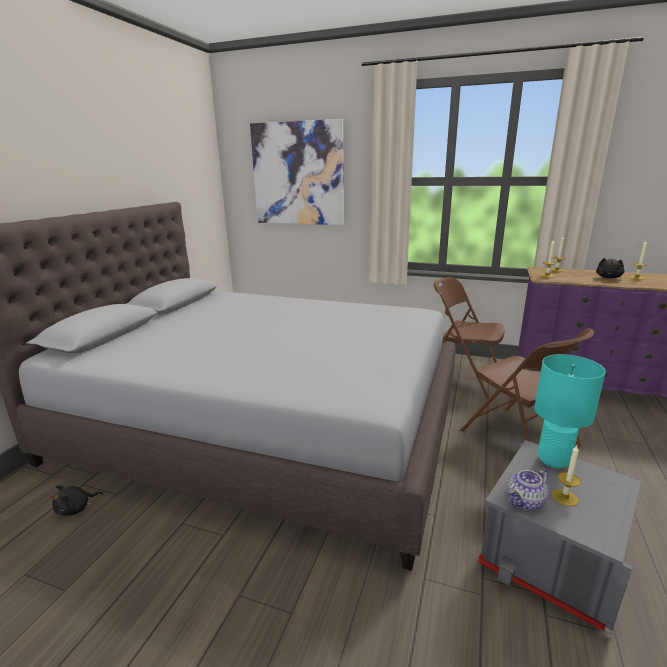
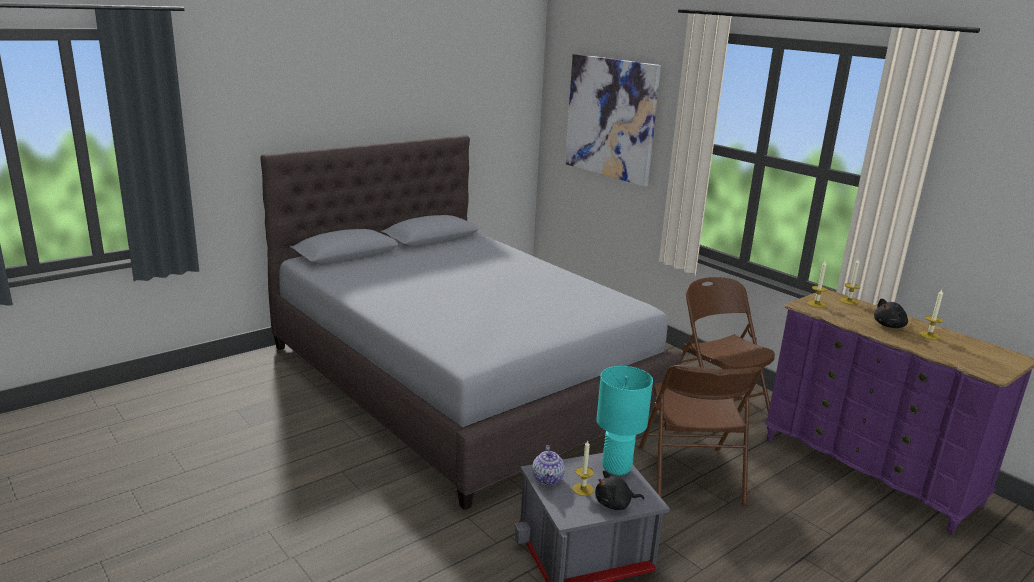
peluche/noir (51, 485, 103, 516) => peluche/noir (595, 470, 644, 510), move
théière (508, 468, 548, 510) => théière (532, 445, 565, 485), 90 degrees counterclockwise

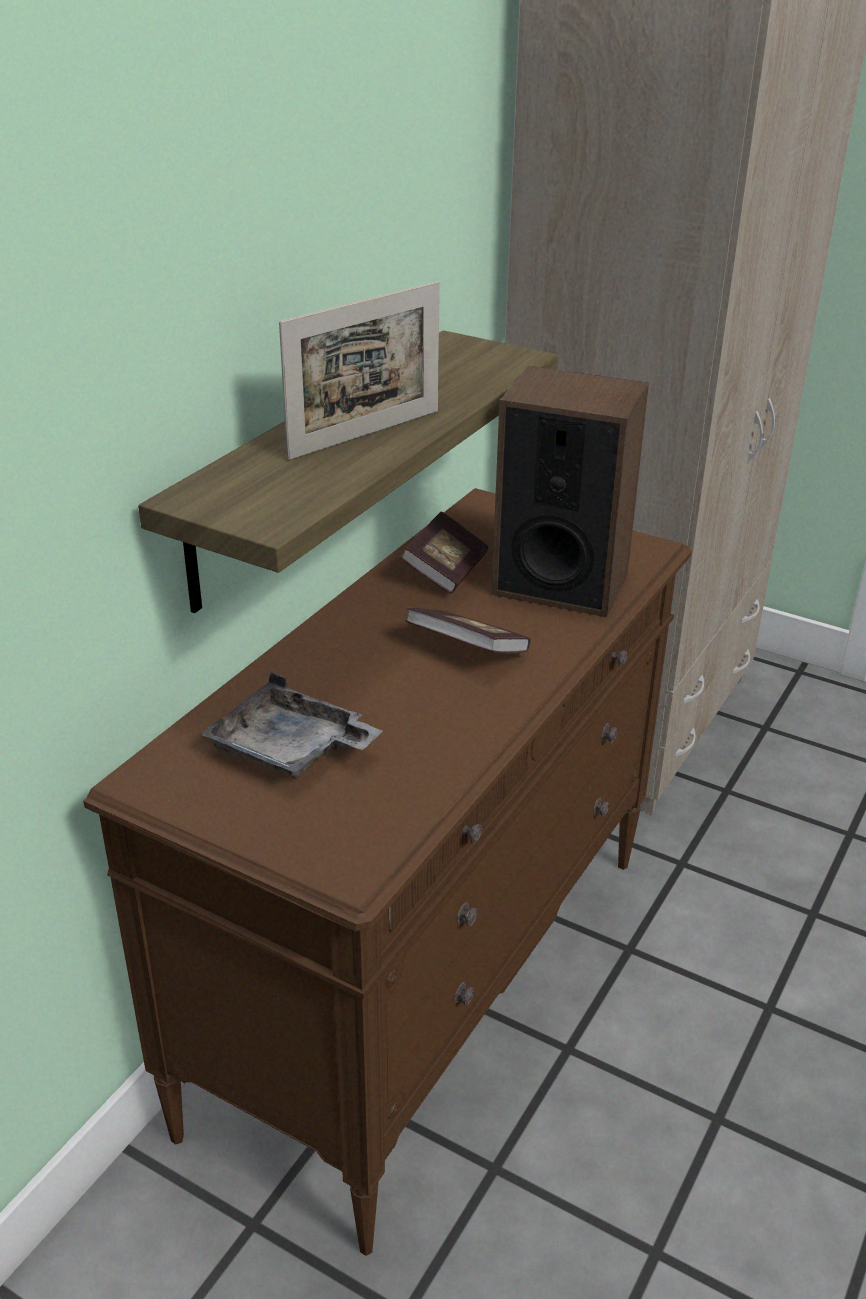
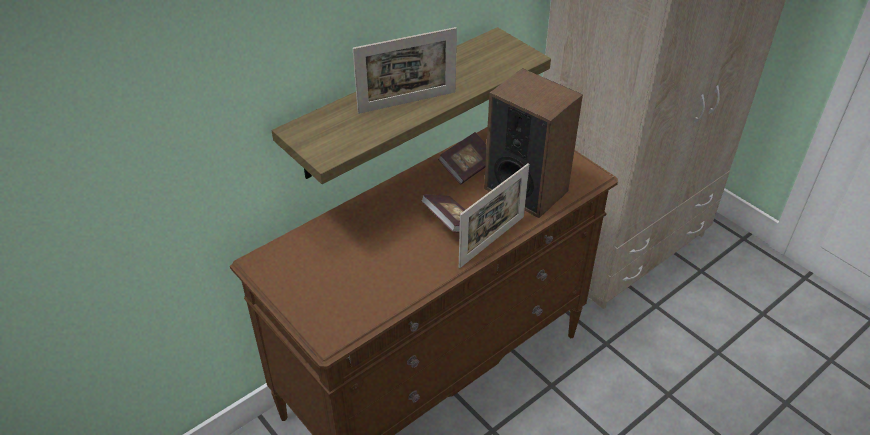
plateau/gris (200, 672, 382, 778) => nothing
nothing => cadre photo (459, 163, 529, 268)

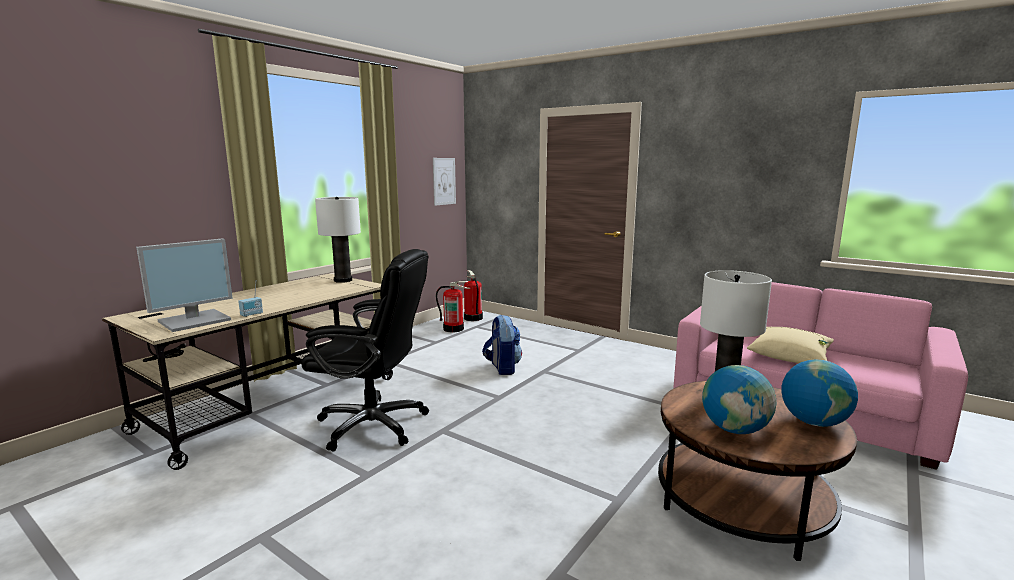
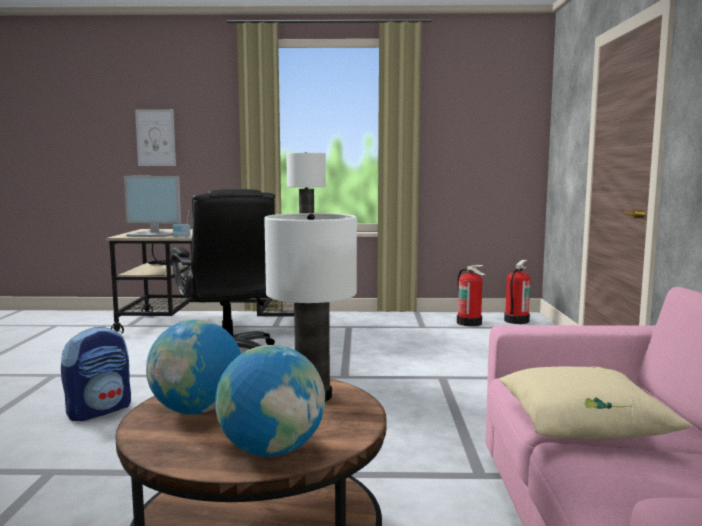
tableau (433, 158, 456, 206) => tableau (135, 109, 176, 166), move
sac à dos (482, 314, 522, 375) => sac à dos (61, 326, 131, 421), move

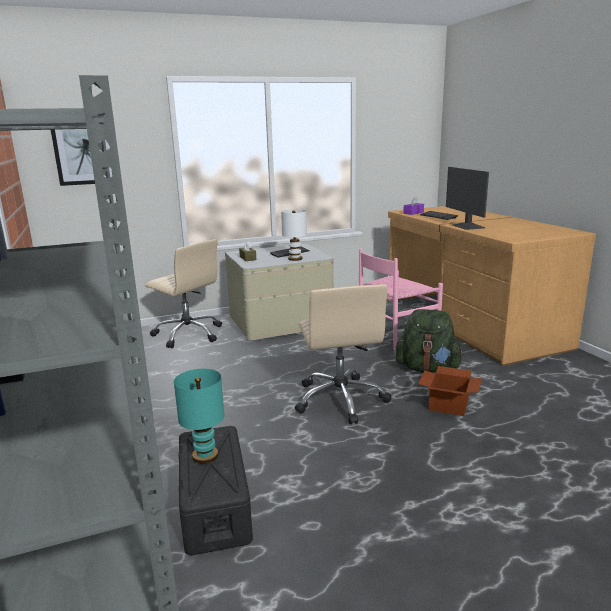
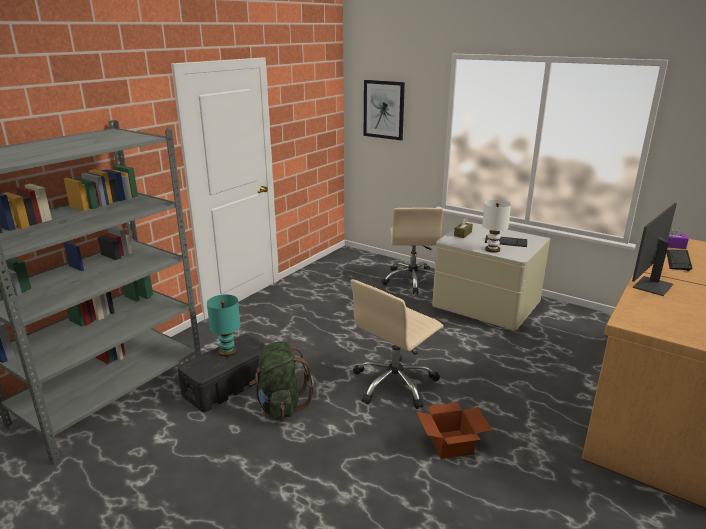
chaise/rose (359, 249, 443, 350) => nothing
sac à dos/vert (395, 309, 464, 373) => sac à dos/vert (249, 341, 314, 420), move

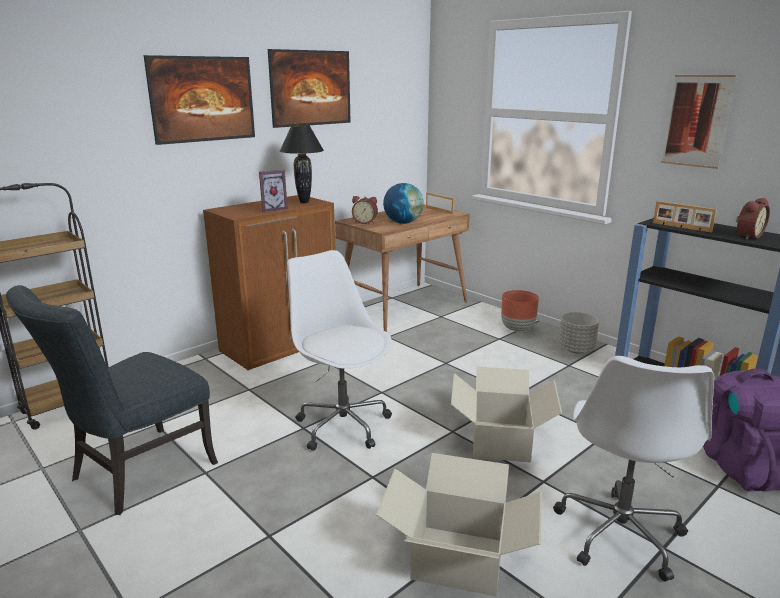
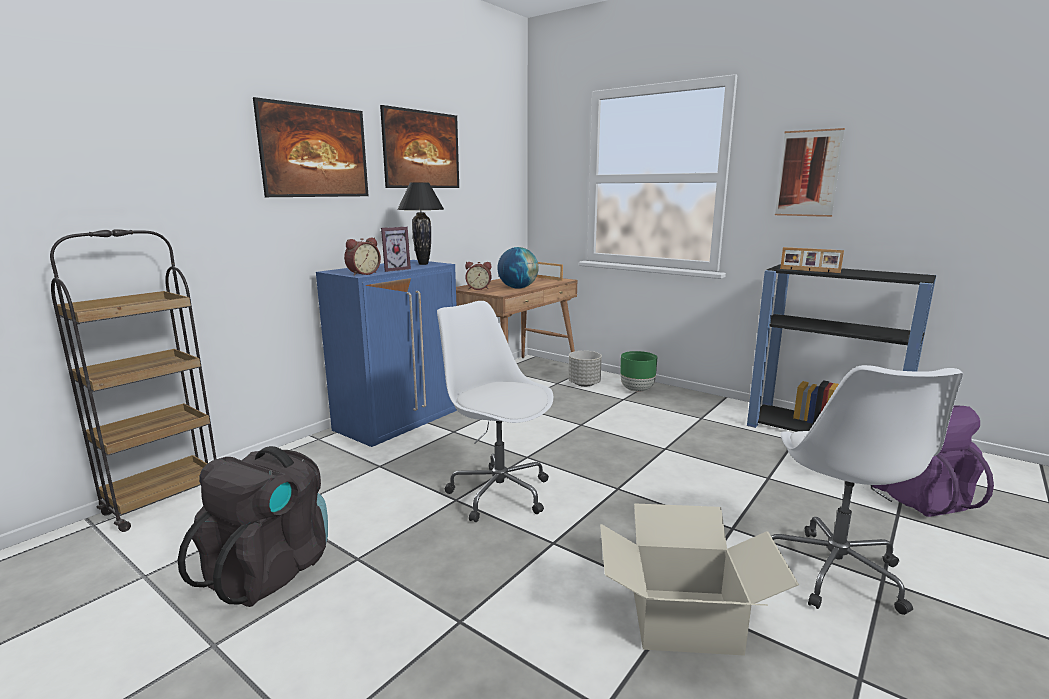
carton (451, 367, 562, 463) => nothing
cache-pot/gris (558, 312, 599, 354) => cache-pot/gris (568, 351, 602, 387), move
réveil (736, 198, 770, 239) => réveil (344, 237, 381, 276), move
chaise/gris (6, 285, 218, 515) => sac à dos/noir (178, 446, 328, 607)
meuble de rangement/marron (203, 195, 335, 370) => meuble de rangement/bleu (316, 260, 457, 447)
cache-pot/marron (501, 290, 539, 332) => cache-pot/vert (620, 351, 657, 392)

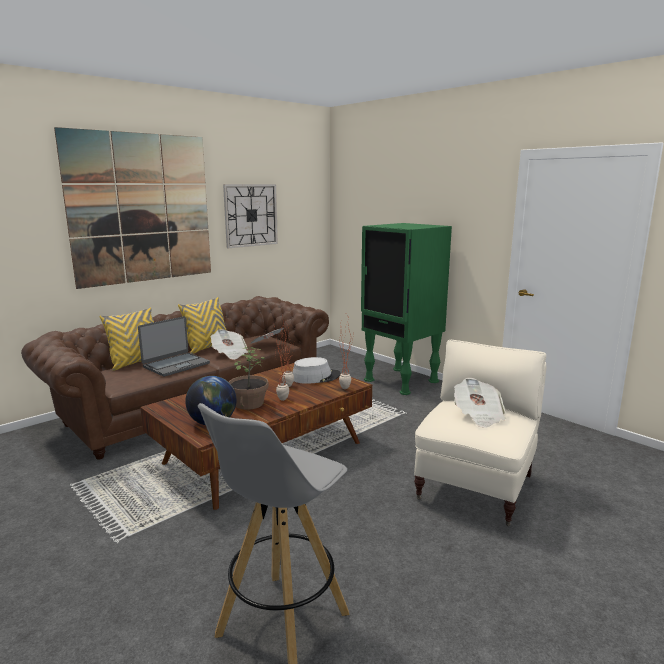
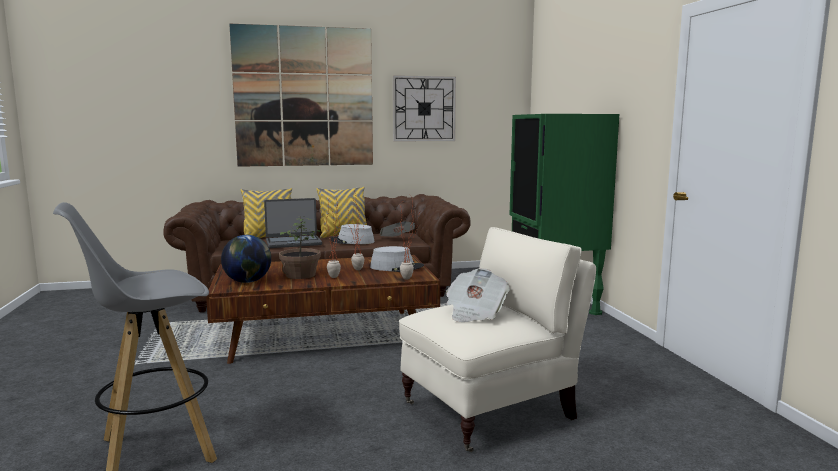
journal (211, 329, 248, 360) => chapeau/gris (330, 224, 375, 244)

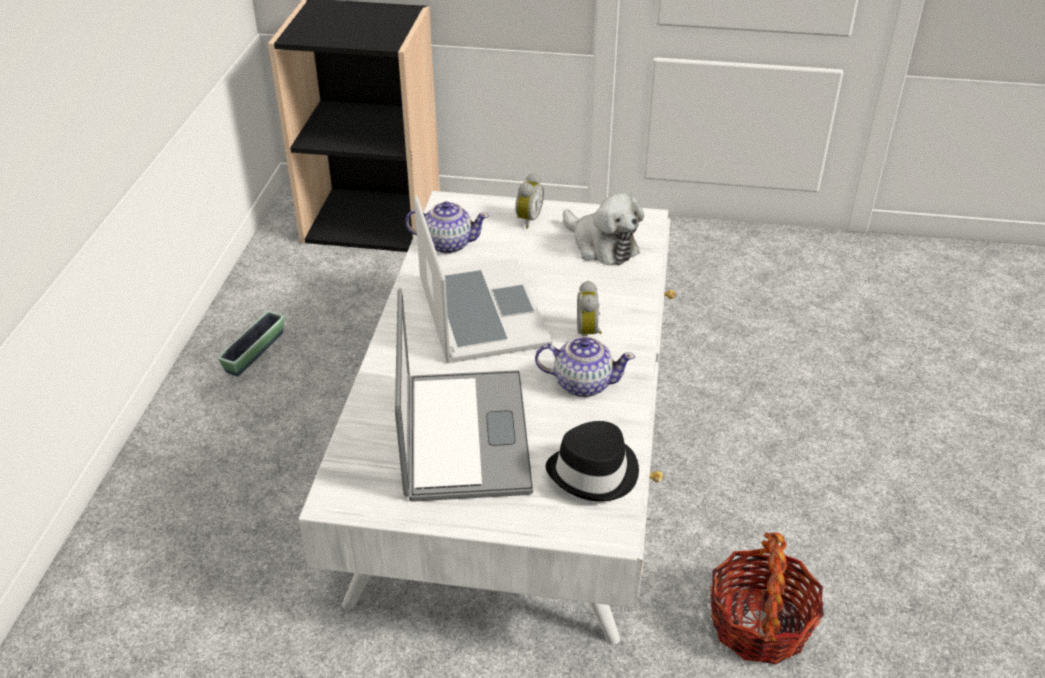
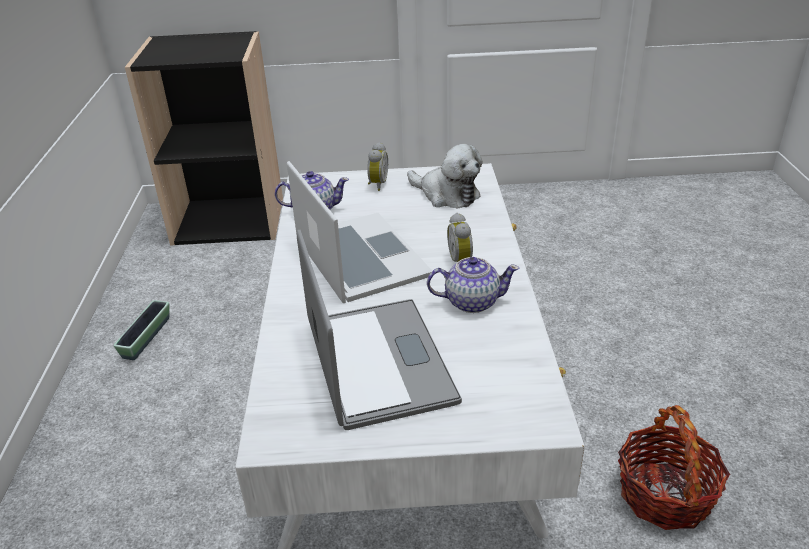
chapeau/noir (545, 421, 639, 502) => nothing

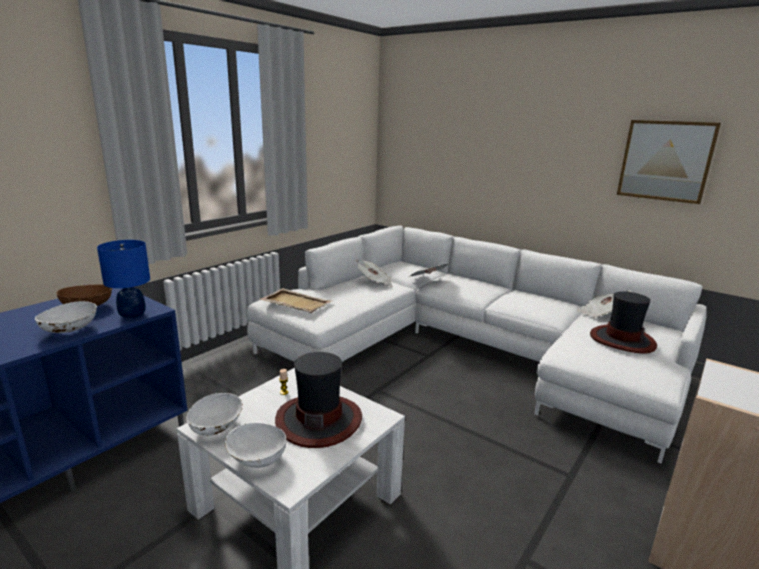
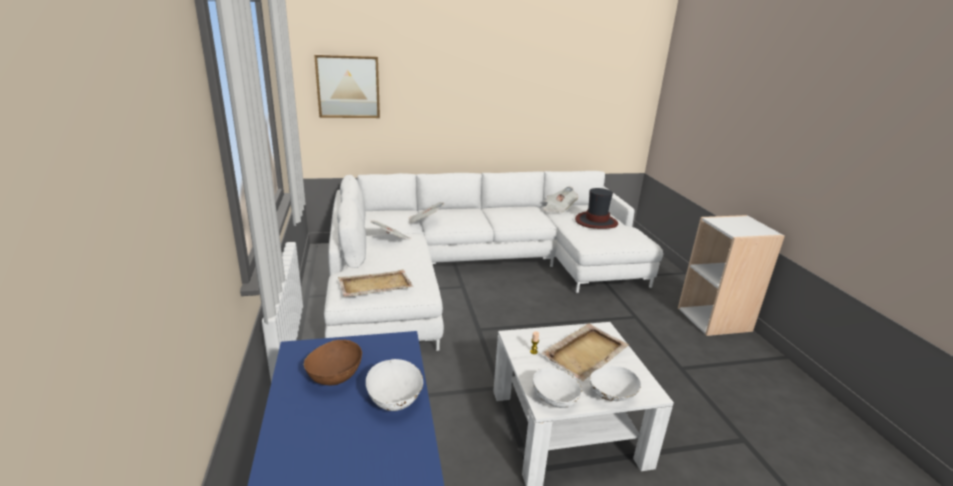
lampe de table/bleu (97, 240, 150, 319) => nothing
tableau (617, 120, 721, 204) => tableau (314, 54, 380, 118), move
chapeau (275, 352, 362, 448) => plateau/beige (541, 323, 629, 381)

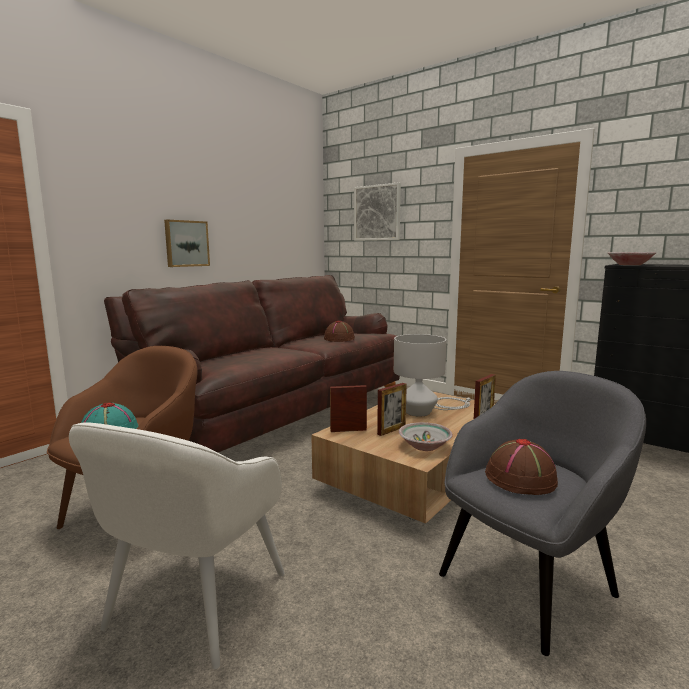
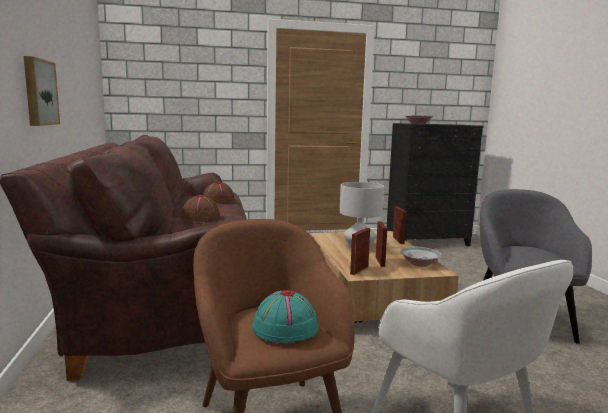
tableau (354, 182, 401, 241) => nothing
chapeau/marron (485, 439, 558, 495) => chapeau/marron (181, 195, 220, 222), move

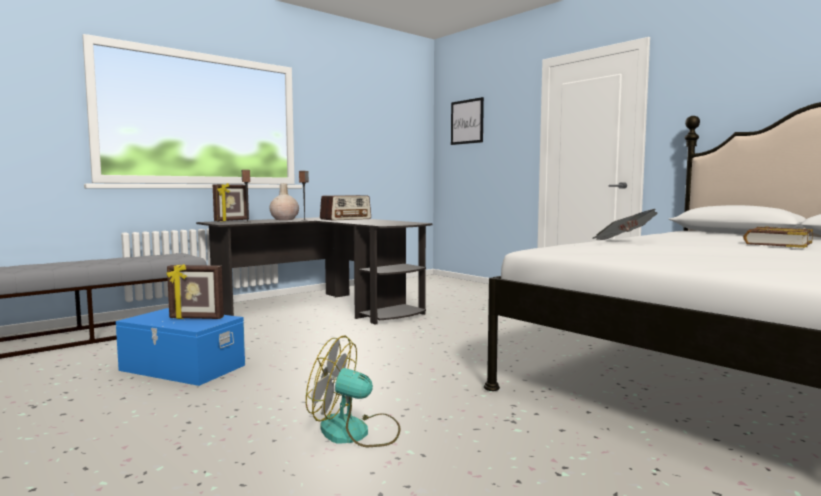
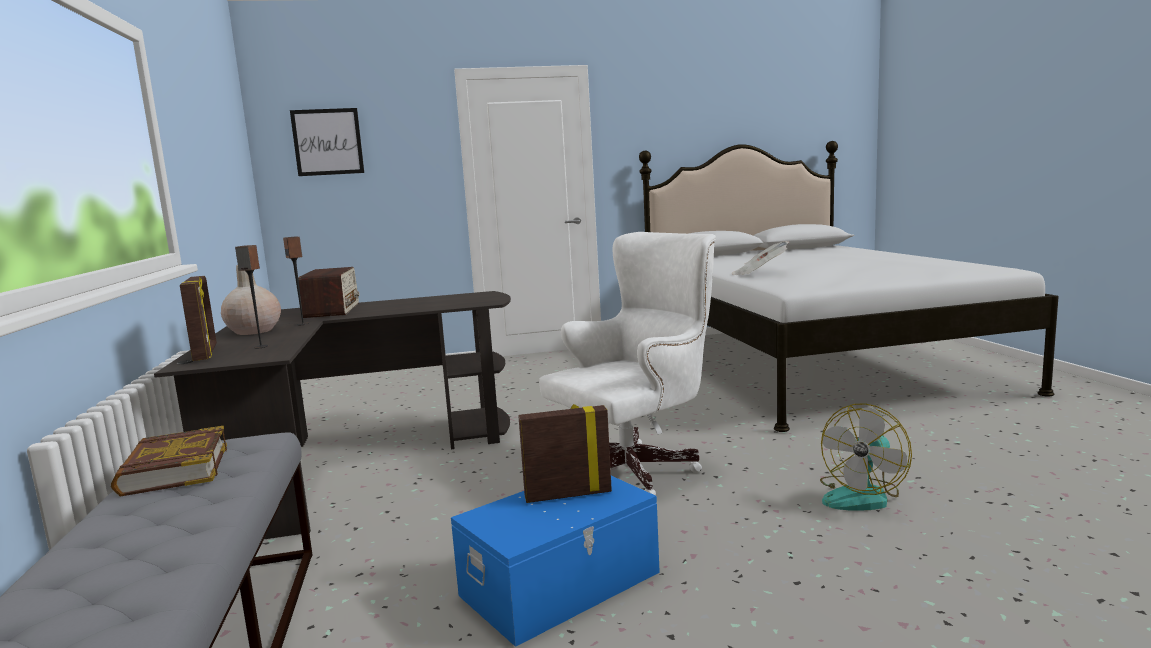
nothing => chaise de bureau/blanc (539, 232, 716, 495)
livre (743, 227, 813, 248) => livre (111, 426, 227, 497), move
cadre photo (167, 264, 224, 319) => cadre photo (518, 404, 612, 503), 135 degrees counterclockwise

